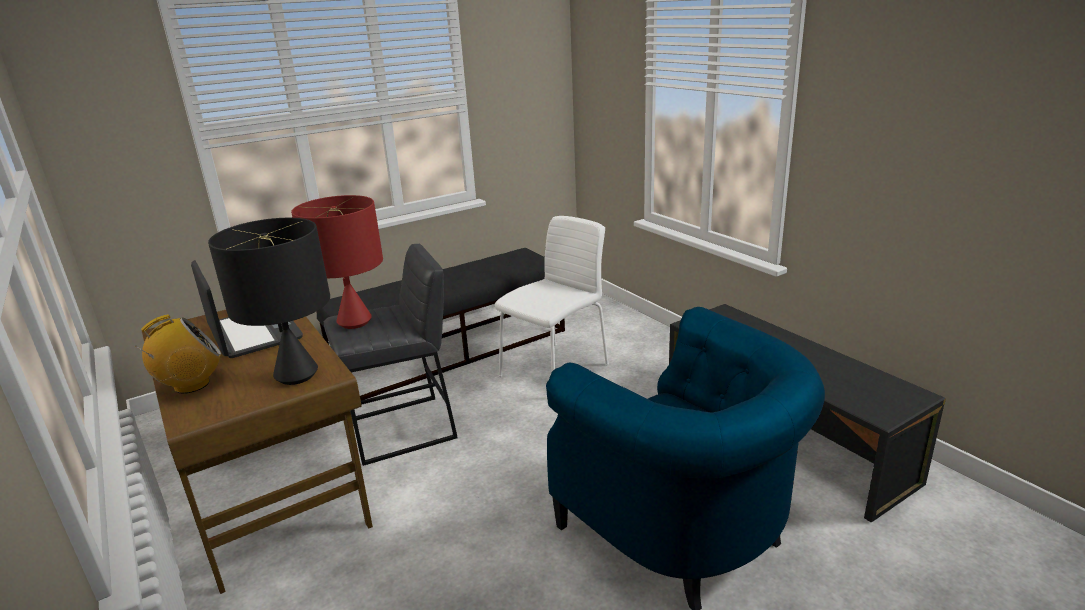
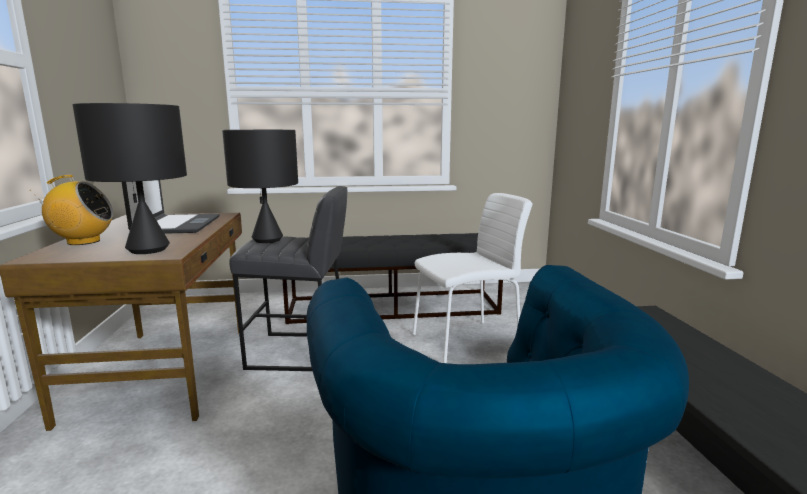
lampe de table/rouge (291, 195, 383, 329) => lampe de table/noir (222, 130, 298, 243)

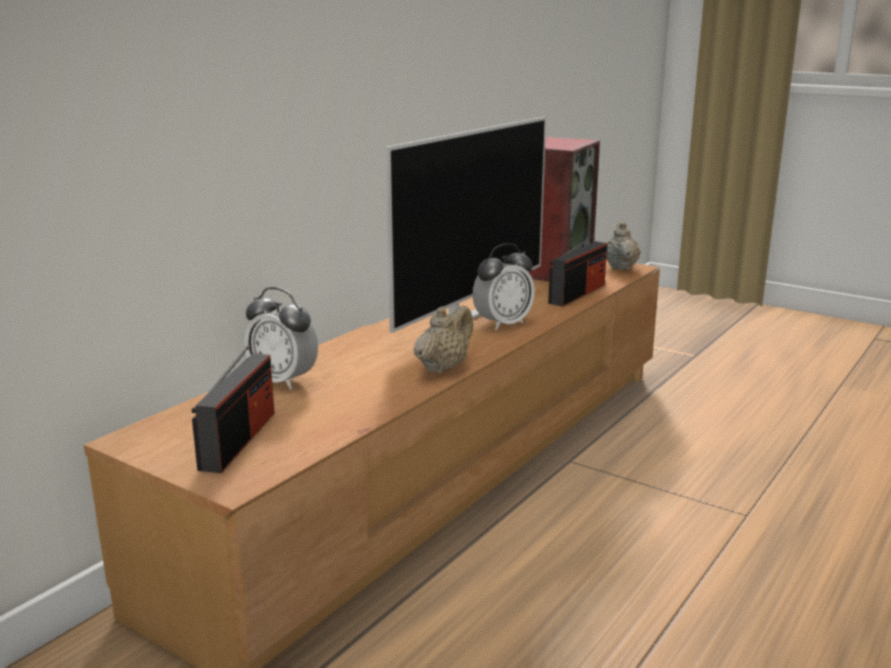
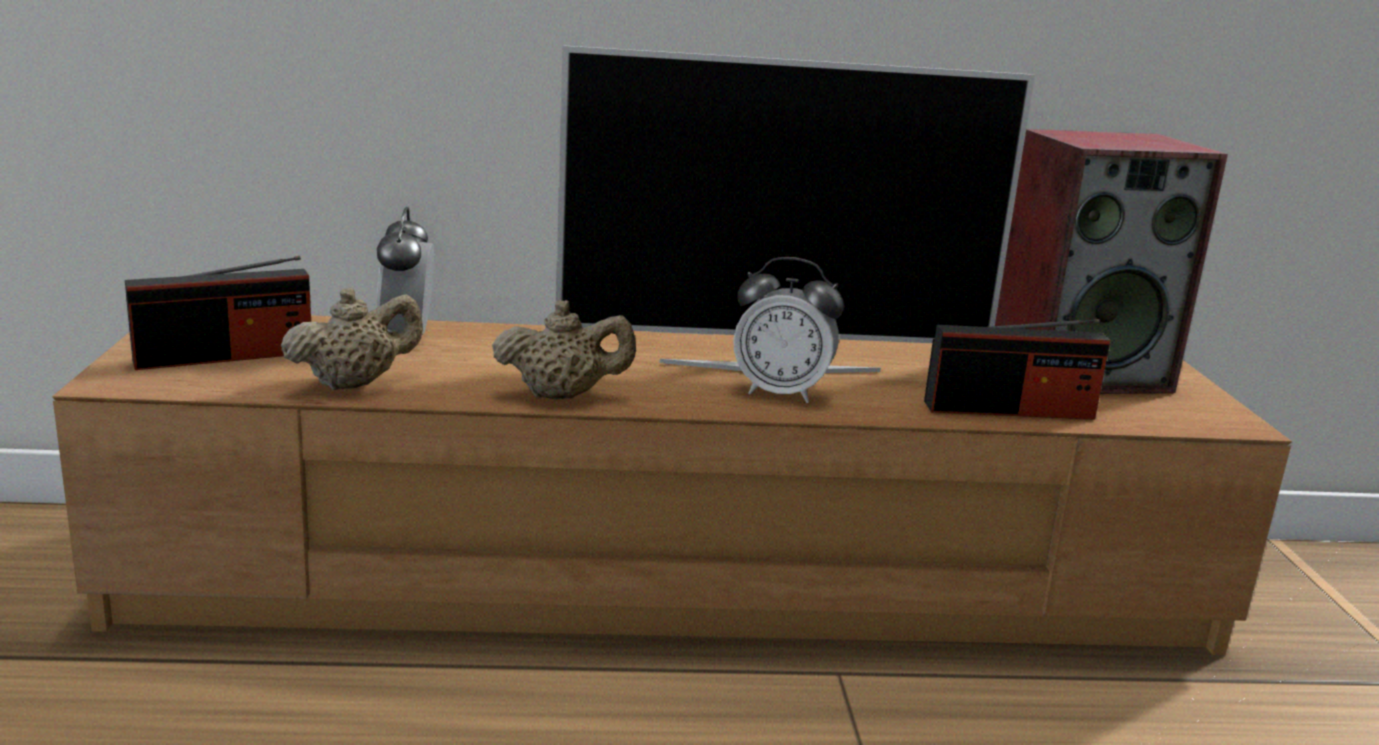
théière/beige (606, 222, 641, 270) => théière/beige (281, 287, 423, 390), move

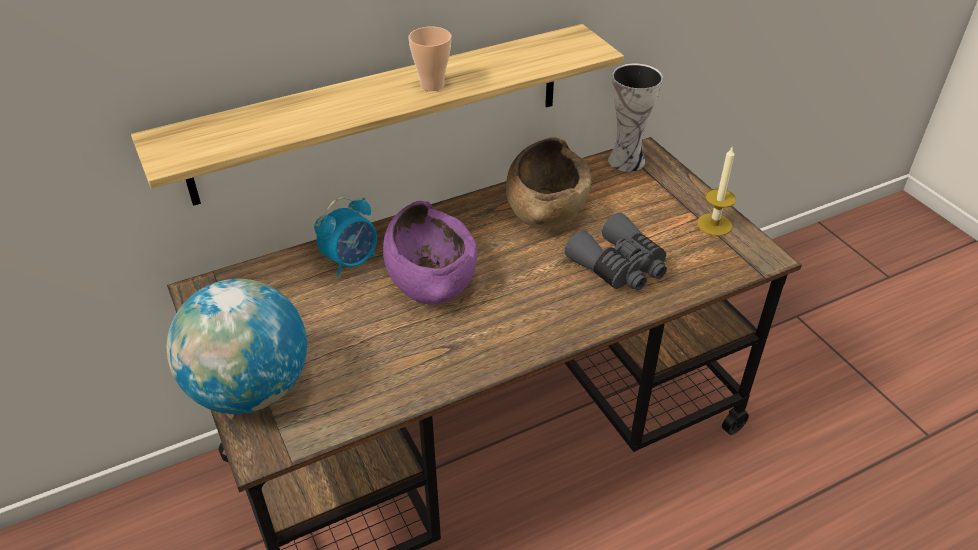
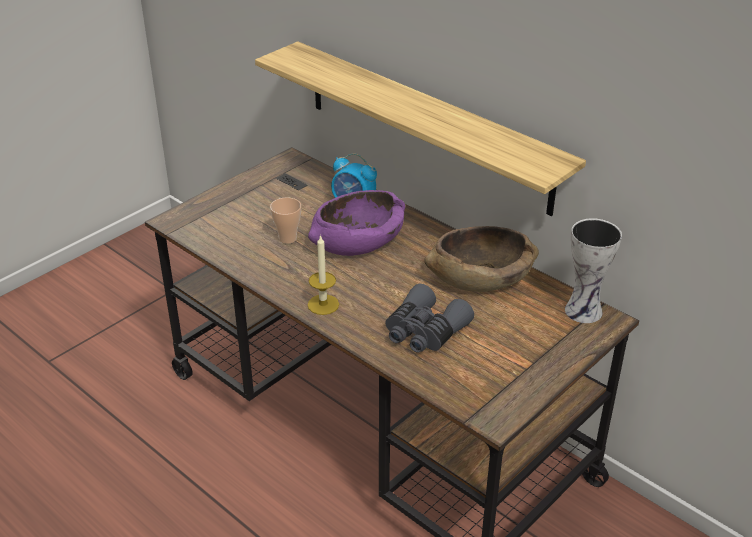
globe (167, 279, 307, 414) => nothing
tasse (409, 27, 451, 91) => tasse (270, 197, 301, 244), move
bougie (697, 147, 736, 236) => bougie (308, 235, 339, 315), move

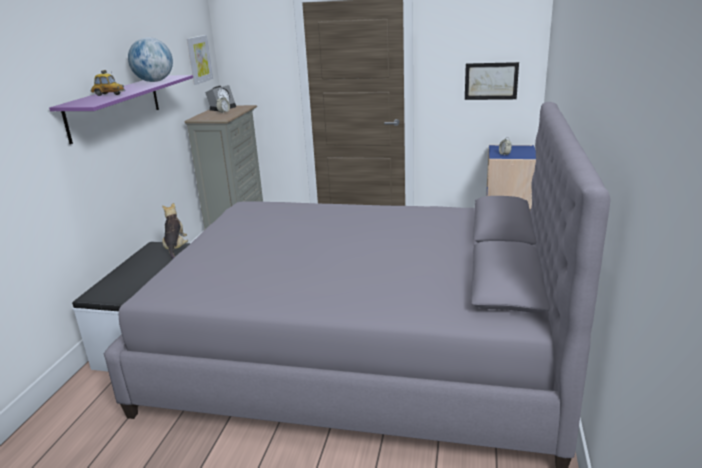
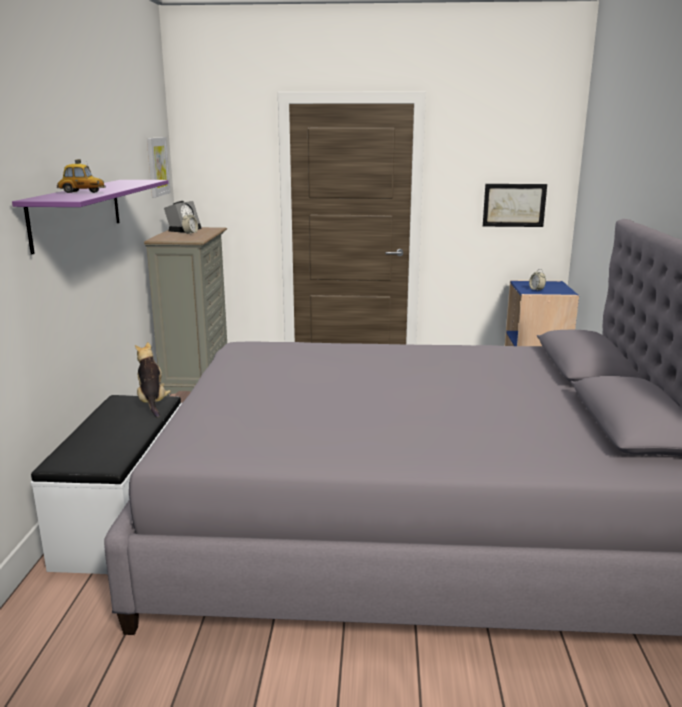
globe (128, 37, 173, 82) => nothing

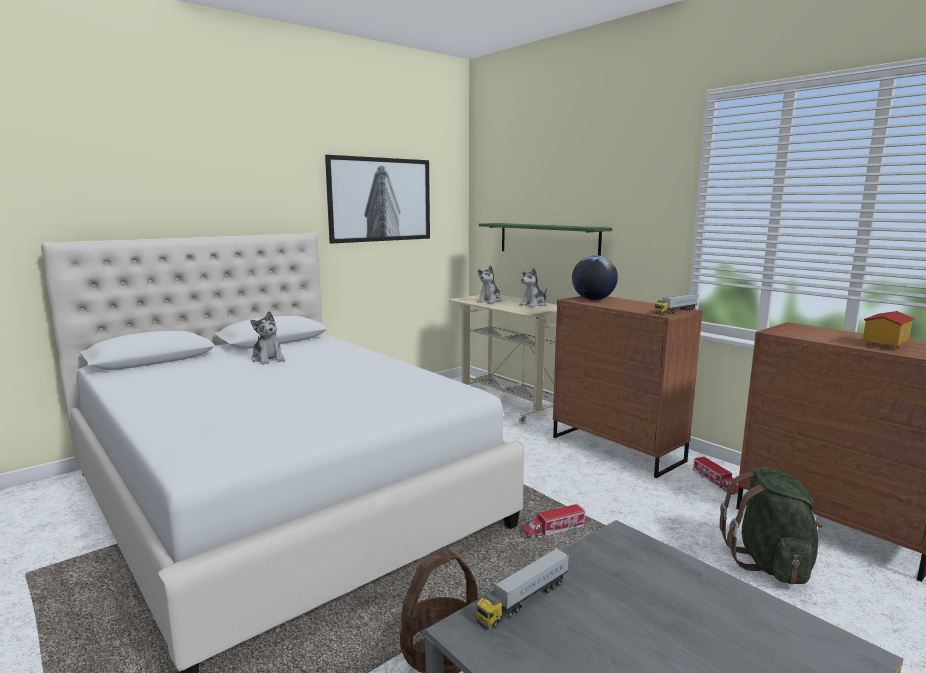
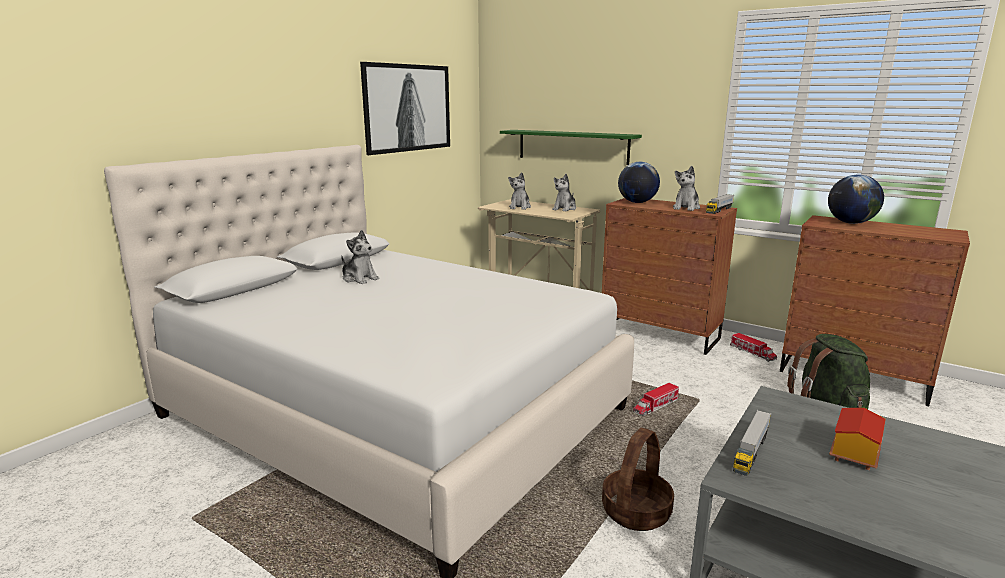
nothing => peluche (673, 166, 700, 211)
nothing => globe (828, 175, 884, 224)
maison miniature (860, 311, 915, 351) => maison miniature (829, 408, 886, 470), move

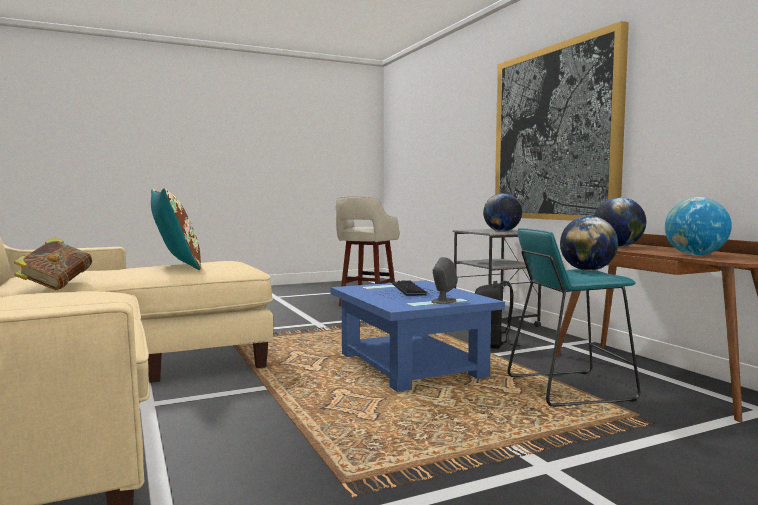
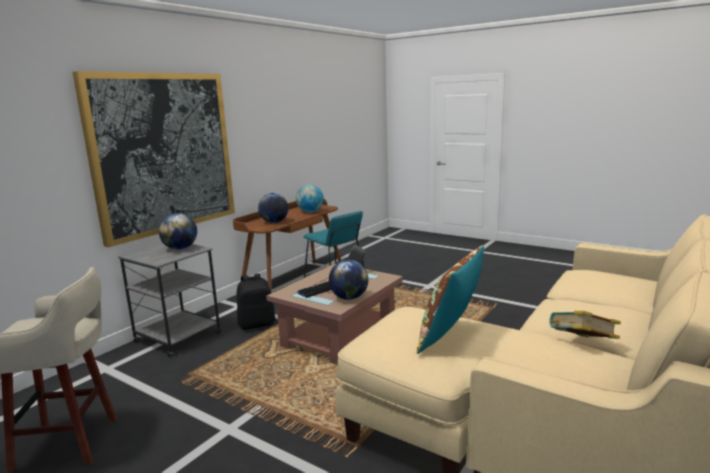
globe (560, 216, 618, 271) => globe (329, 260, 368, 300), move
table basse/bleu (330, 280, 505, 392) => table basse/marron (266, 263, 403, 365)

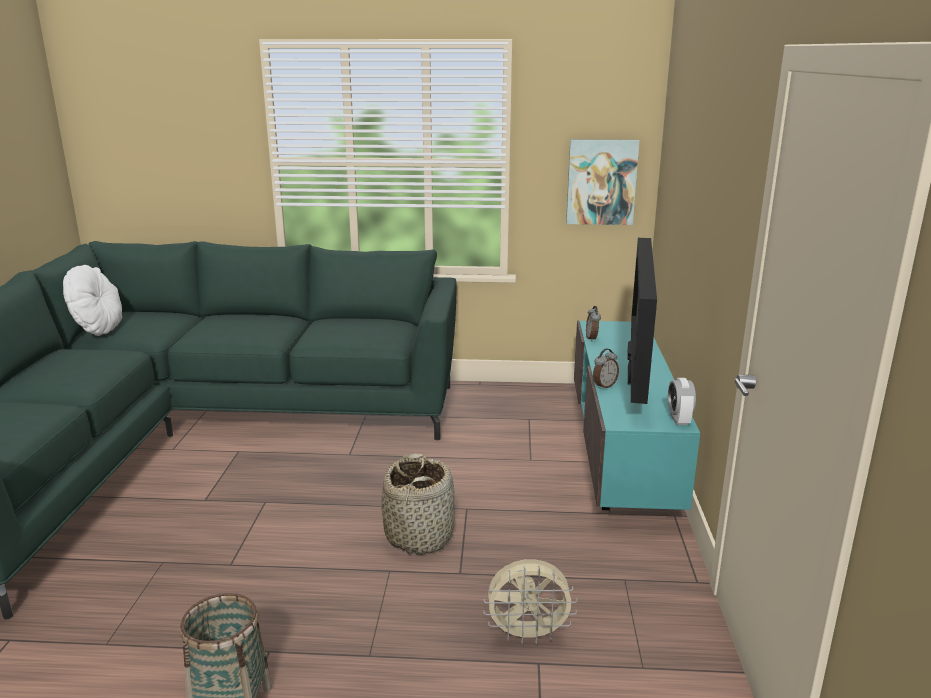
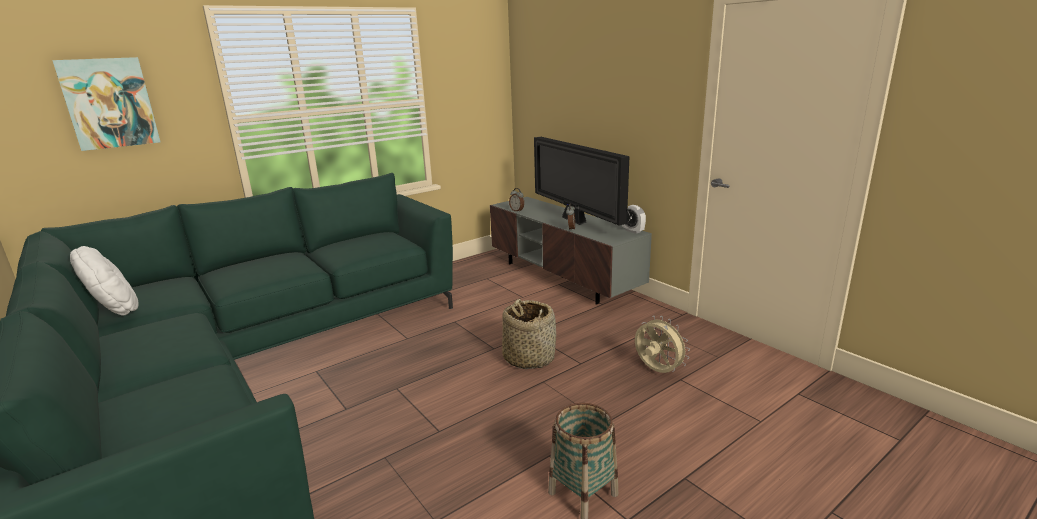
tableau (566, 139, 639, 225) => tableau (52, 57, 161, 151), move
meuble télé/turquoise (574, 321, 700, 510) => meuble télé/gris (490, 197, 652, 305)
ventilateur/beige (483, 559, 578, 645) => ventilateur/beige (635, 316, 690, 373), 90 degrees counterclockwise

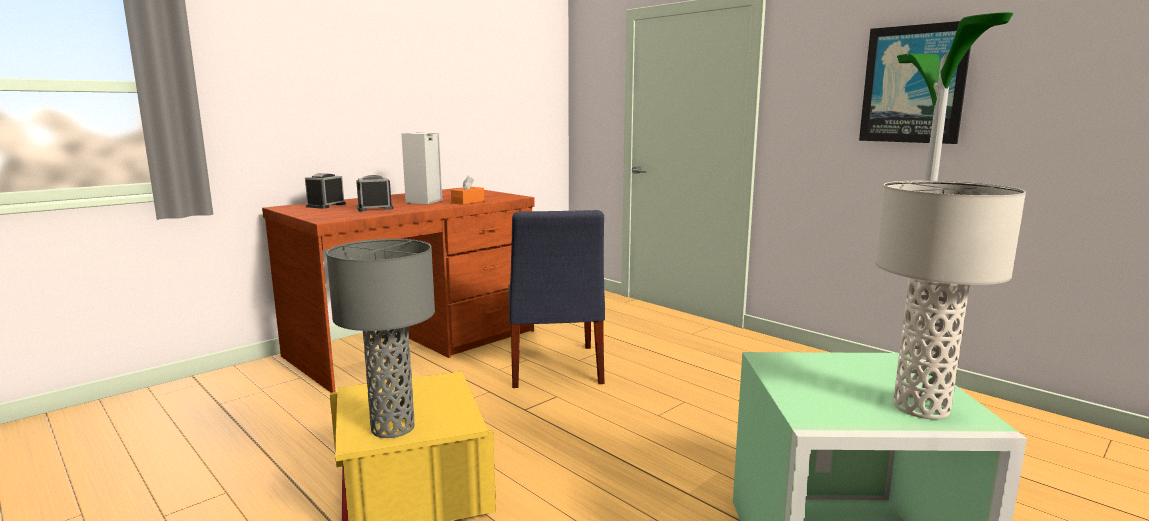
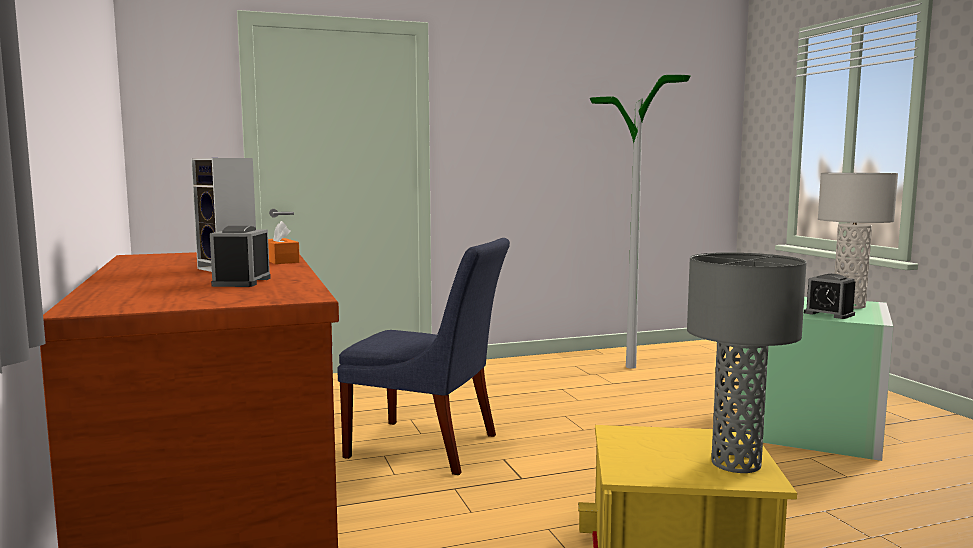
tableau (859, 21, 971, 144) => nothing
réveil (305, 173, 346, 209) => réveil (804, 274, 855, 319), move

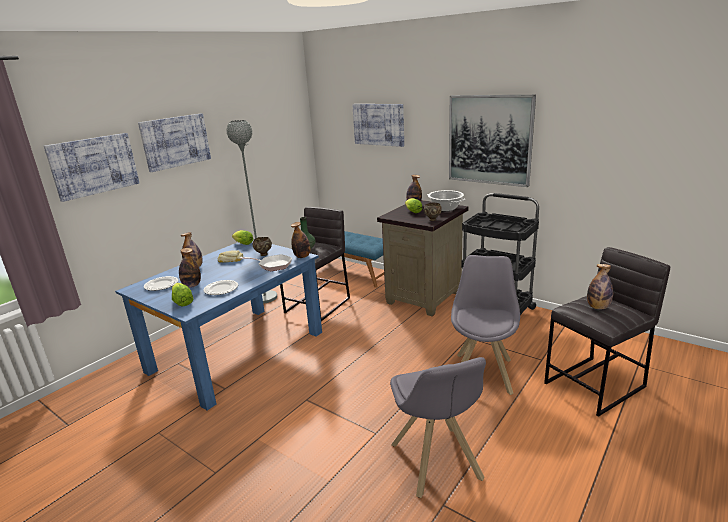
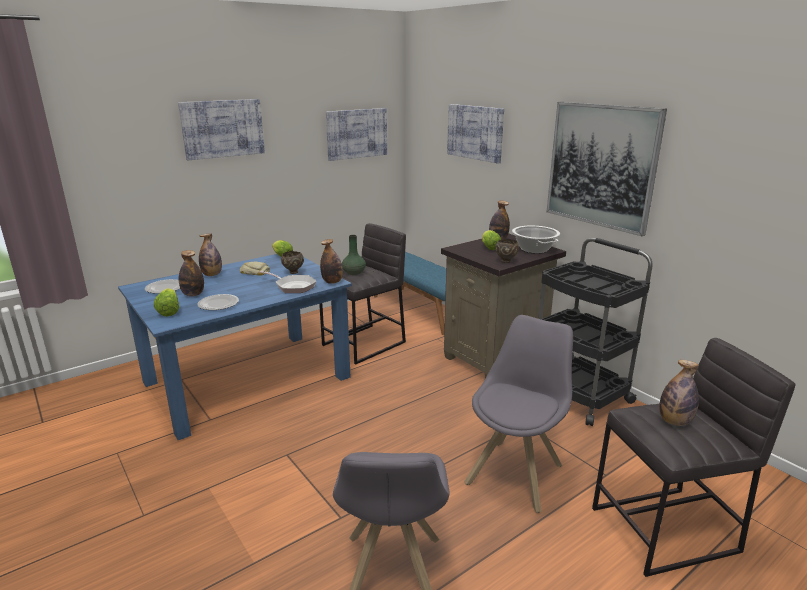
lampadaire/gris (227, 120, 277, 304) => nothing
tableau (44, 133, 140, 202) => tableau (326, 108, 387, 161), move

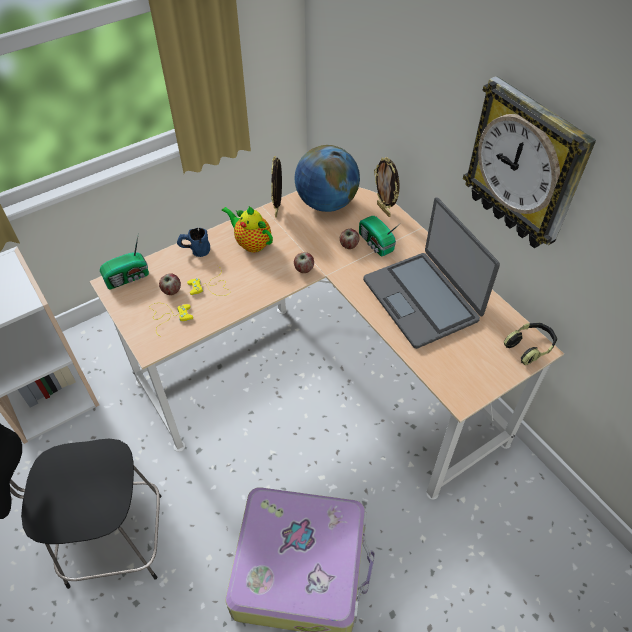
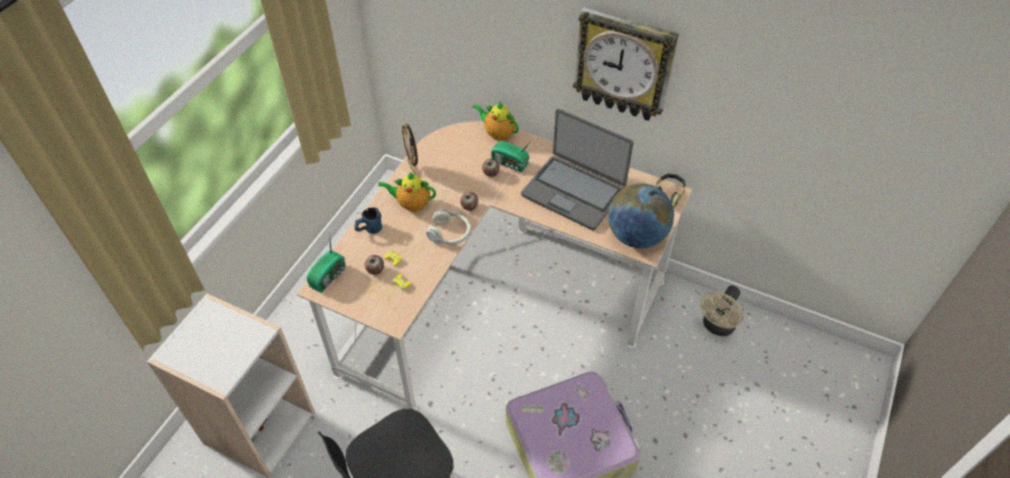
nothing => casque audio (426, 209, 471, 244)
nothing => ventilateur/beige (700, 286, 744, 336)
globe (295, 145, 360, 212) => globe (608, 183, 674, 248), move
cadre photo (374, 157, 400, 217) => théière (472, 102, 519, 141)

